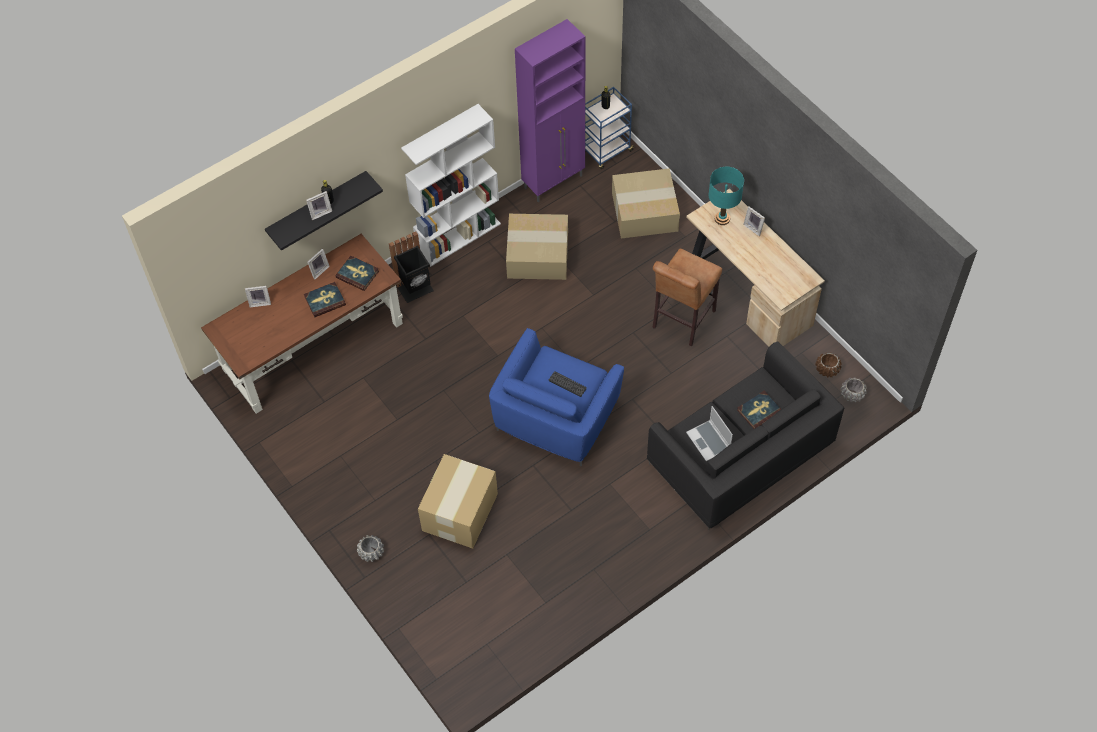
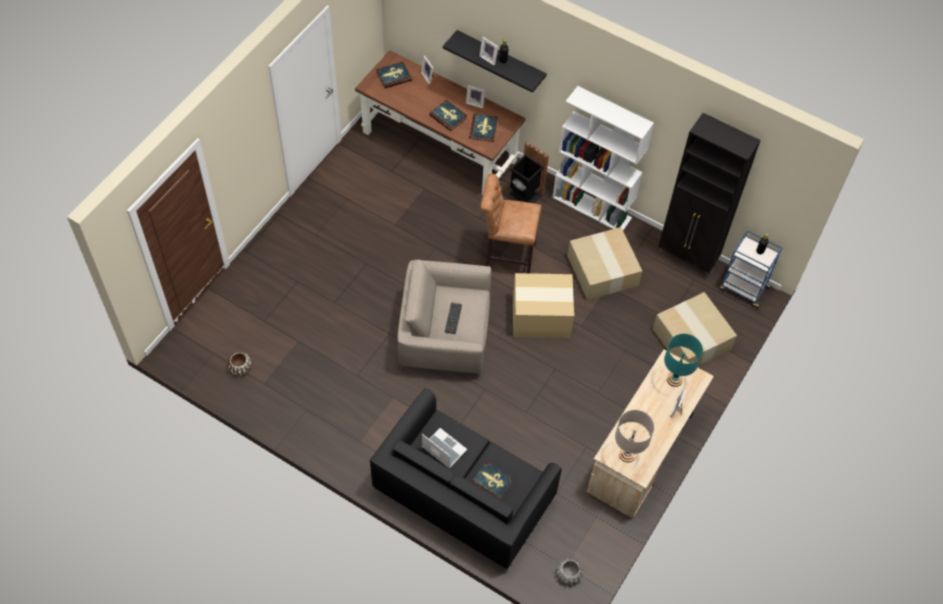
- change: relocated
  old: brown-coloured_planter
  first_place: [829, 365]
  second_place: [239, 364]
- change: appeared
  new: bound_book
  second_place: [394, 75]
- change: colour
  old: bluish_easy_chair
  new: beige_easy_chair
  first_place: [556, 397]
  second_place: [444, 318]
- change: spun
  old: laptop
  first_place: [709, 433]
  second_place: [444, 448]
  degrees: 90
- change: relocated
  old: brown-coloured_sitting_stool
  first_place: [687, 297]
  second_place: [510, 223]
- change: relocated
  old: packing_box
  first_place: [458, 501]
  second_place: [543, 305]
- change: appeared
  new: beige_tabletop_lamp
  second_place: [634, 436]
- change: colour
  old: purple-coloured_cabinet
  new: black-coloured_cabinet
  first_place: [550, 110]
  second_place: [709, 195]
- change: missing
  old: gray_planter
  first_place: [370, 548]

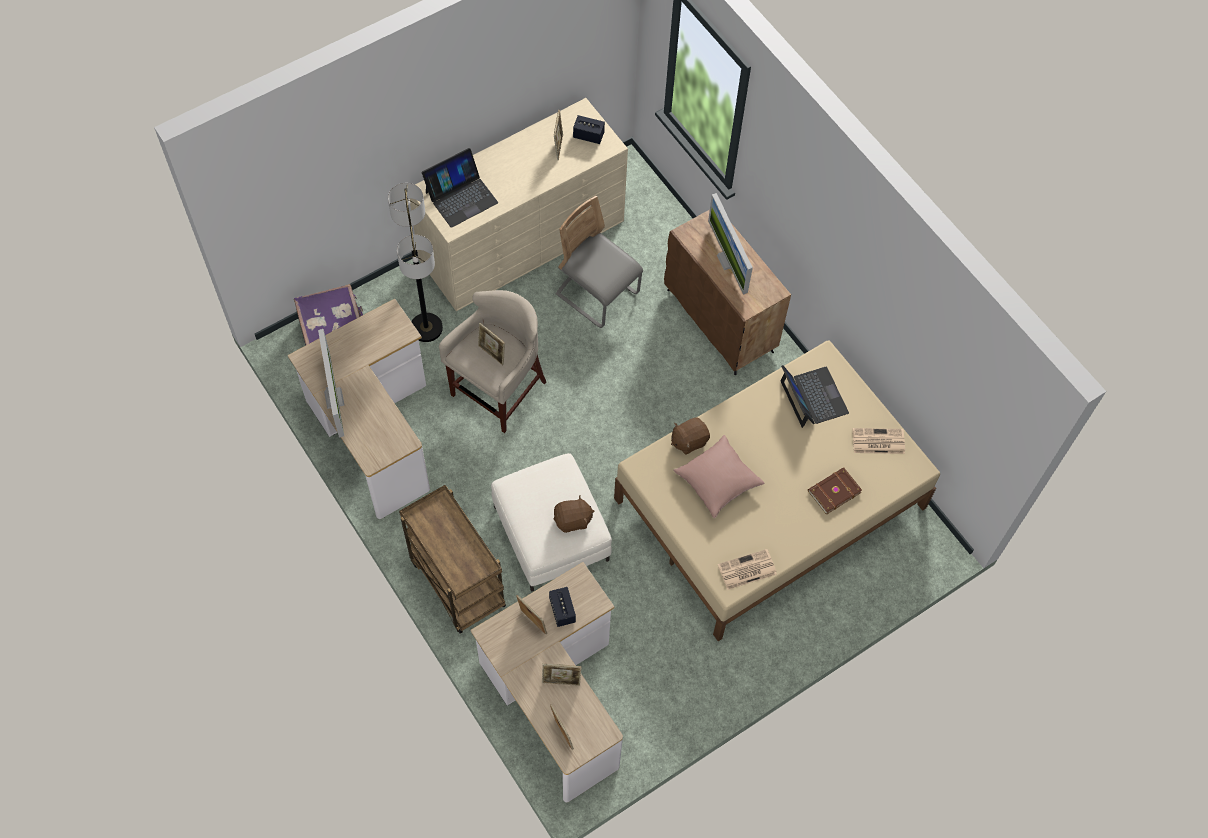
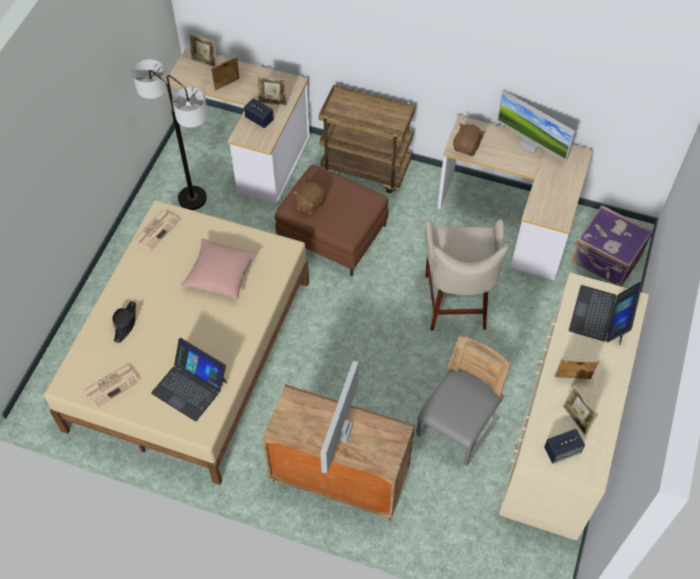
- change: exchanged
  old: brown-coloured_bound_book
  new: black-coloured_hat
  first_place: [835, 491]
  second_place: [124, 322]
- change: relocated
  old: floor_lamp
  first_place: [415, 262]
  second_place: [170, 134]
- change: colour
  old: whitish_ottoman
  new: brown-coloured_ottoman
  first_place: [551, 522]
  second_place: [332, 220]
- change: spun
  old: computer_display
  first_place: [730, 244]
  second_place: [339, 417]
  degrees: -105
- change: spun
  old: gray_plain_chair
  first_place: [599, 262]
  second_place: [463, 400]
  degrees: -60
- change: relocated
  old: brown-coloured_plush_toy
  first_place: [690, 436]
  second_place: [469, 139]
- change: relocated
  old: picture_frame
  first_place: [491, 344]
  second_place: [577, 369]

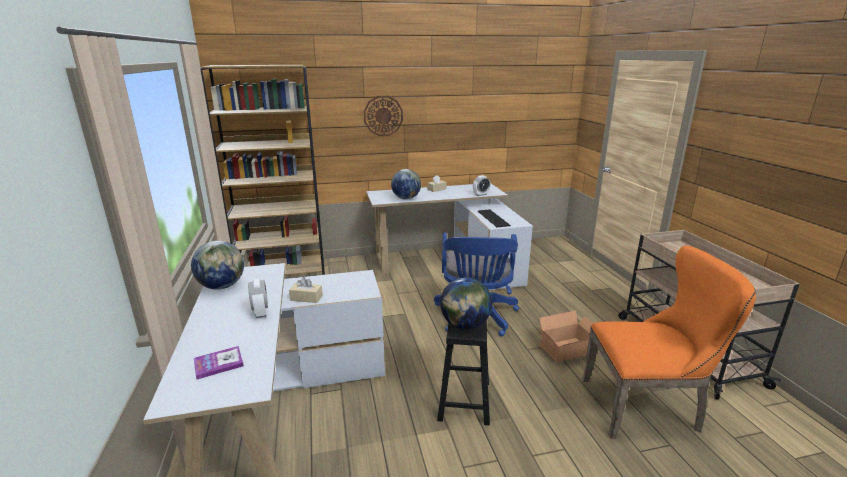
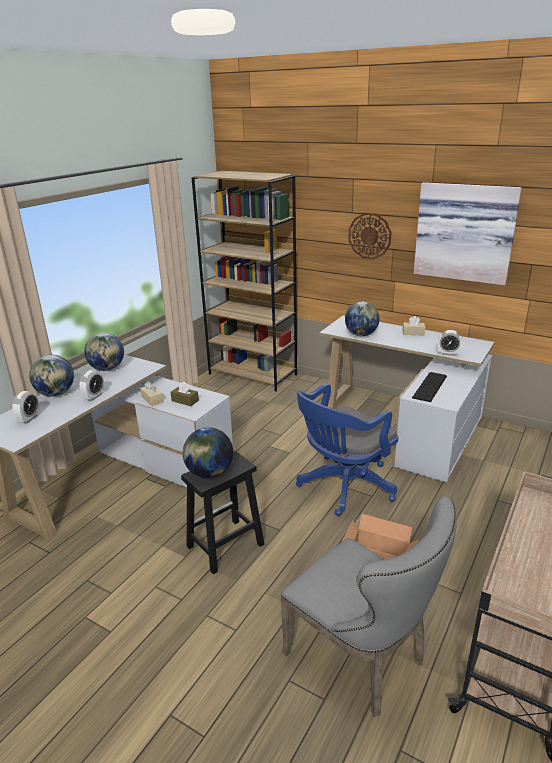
- change: exchanged
  old: bound_book
  new: table_clock
  first_place: [219, 362]
  second_place: [26, 407]
- change: appeared
  new: globe
  second_place: [51, 376]
- change: appeared
  new: brown-coloured_tissue_box
  second_place: [185, 394]
- change: colour
  old: orange-coloured_plain_chair
  new: gray_plain_chair
  first_place: [669, 342]
  second_place: [369, 606]
- change: appeared
  new: wall_art
  second_place: [468, 233]

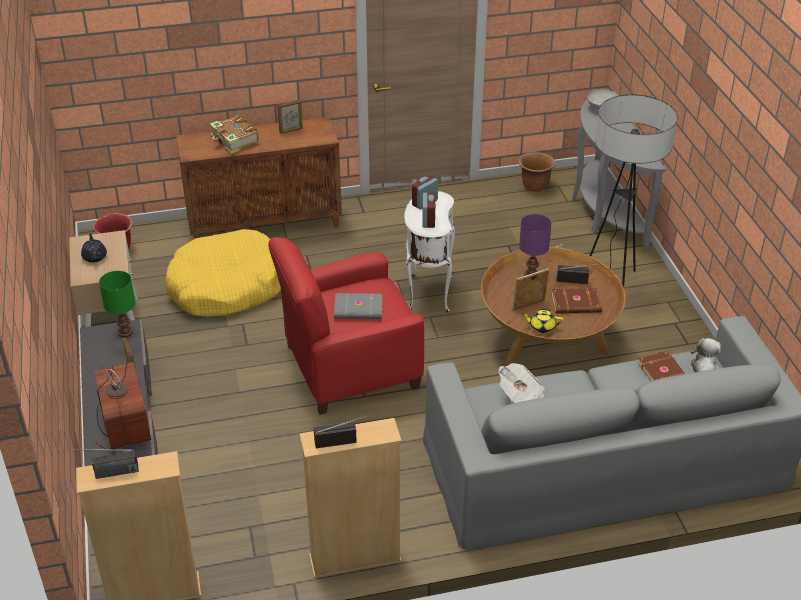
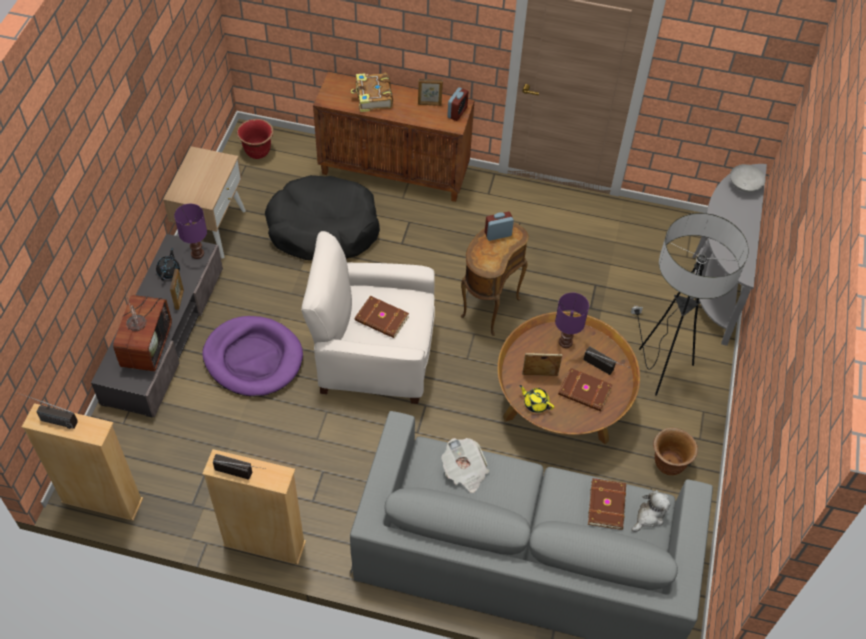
- change: relocated
  old: black-coloured_tea_pot
  first_place: [94, 248]
  second_place: [168, 264]
- change: colour
  old: green_tabletop_lamp
  new: purple-coloured_tabletop_lamp
  first_place: [117, 304]
  second_place: [190, 231]
- change: appeared
  new: purple-coloured_pet_bed
  second_place: [252, 356]
- change: colour
  old: yellow-coloured_pet_bed
  new: black-coloured_pet_bed
  first_place: [223, 273]
  second_place: [322, 217]
- change: colour
  old: red-coloured_easy_chair
  new: whitish_easy_chair
  first_place: [346, 326]
  second_place: [368, 317]
- change: colour
  old: gray_bound_book
  new: brown-coloured_bound_book
  first_place: [358, 306]
  second_place: [382, 317]
- change: relocated
  old: table_clock
  first_place: [428, 210]
  second_place: [458, 104]
- change: colour
  old: whitish_end_table
  new: brown-coloured_end_table
  first_place: [429, 251]
  second_place: [495, 279]
- change: relocated
  old: brown-coloured_planter
  first_place: [537, 172]
  second_place: [675, 451]

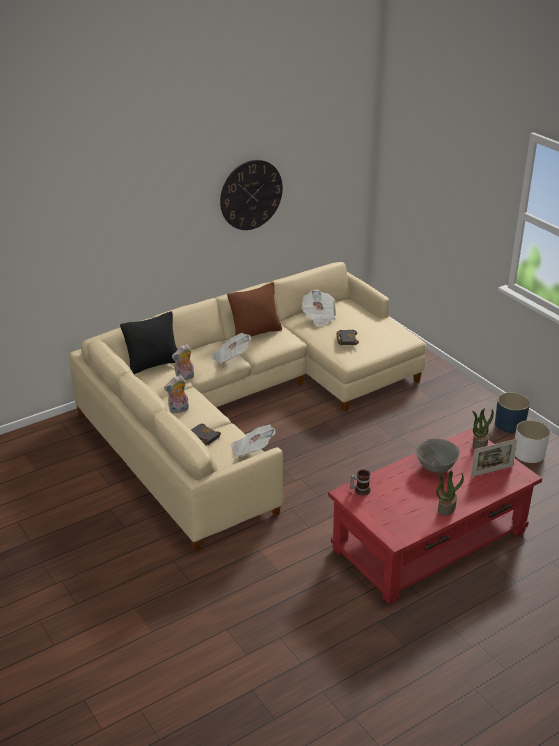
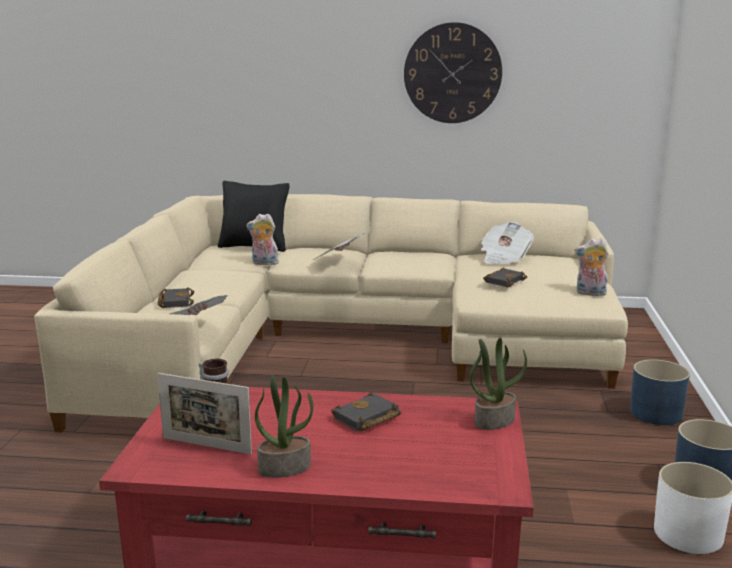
- change: relocated
  old: picture_frame
  first_place: [494, 458]
  second_place: [204, 413]
- change: exchanged
  old: gray_serving_bowl
  new: black-coloured_bound_book
  first_place: [437, 456]
  second_place: [366, 412]
- change: relocated
  old: plush_toy
  first_place: [176, 394]
  second_place: [591, 267]
- change: appeared
  new: bluish_planter
  second_place: [660, 392]
- change: missing
  old: brown-coloured_pillow
  first_place: [254, 309]

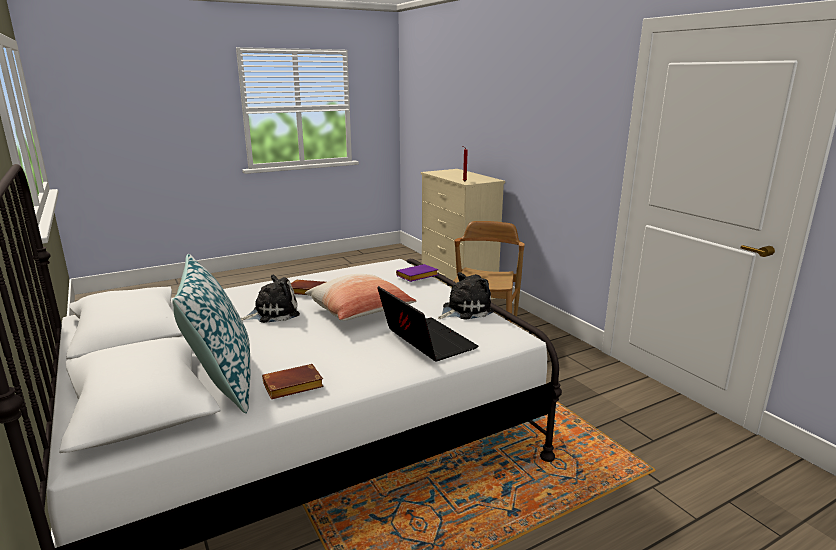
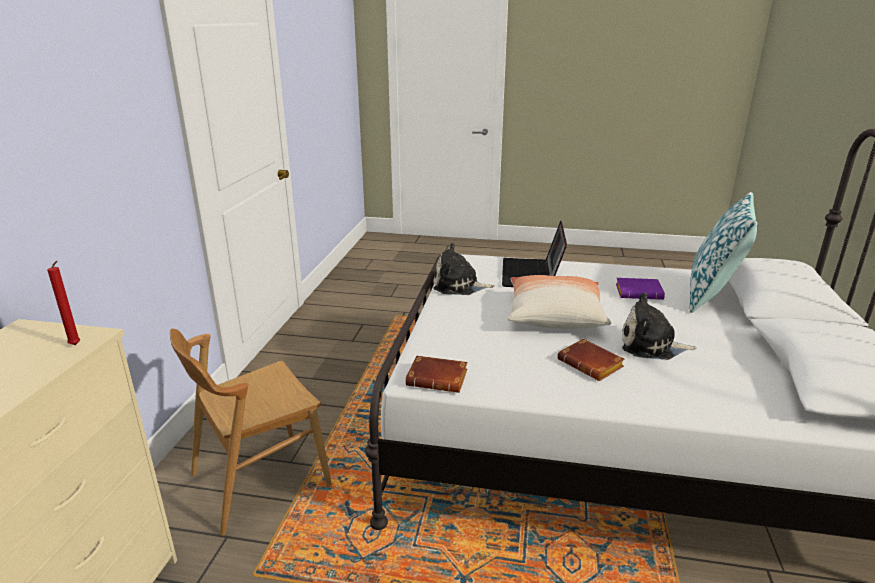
- change: relocated
  old: brown-coloured_bound_book
  first_place: [293, 381]
  second_place: [436, 374]
- change: relocated
  old: purple-coloured_bound_book
  first_place: [417, 273]
  second_place: [640, 289]

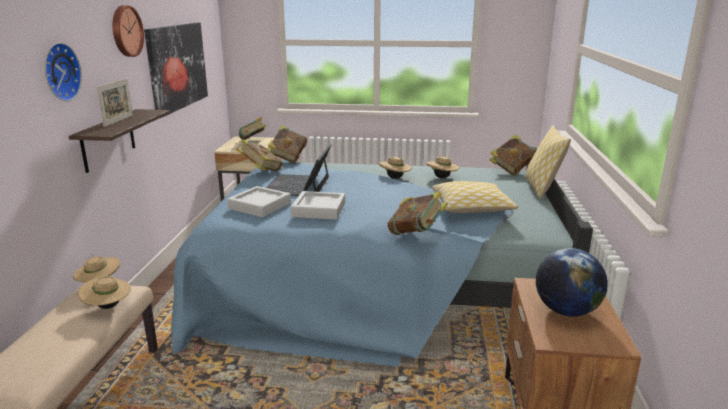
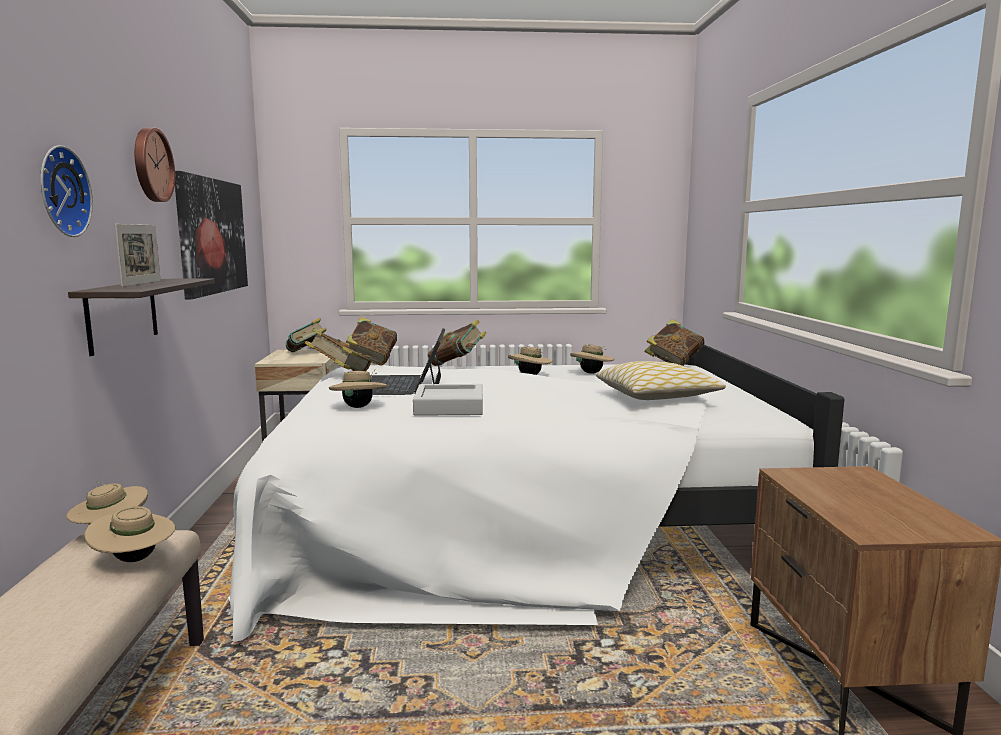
- change: colour
  old: bluish_bed
  new: whitish_bed
  first_place: [382, 257]
  second_place: [536, 493]
- change: exchanged
  old: gray_serving_tray
  new: beige_hat
  first_place: [259, 201]
  second_place: [358, 388]
- change: relocated
  old: bound_book
  first_place: [417, 213]
  second_place: [457, 343]
- change: missing
  old: pillow
  first_place: [548, 162]
- change: missing
  old: globe
  first_place: [572, 282]

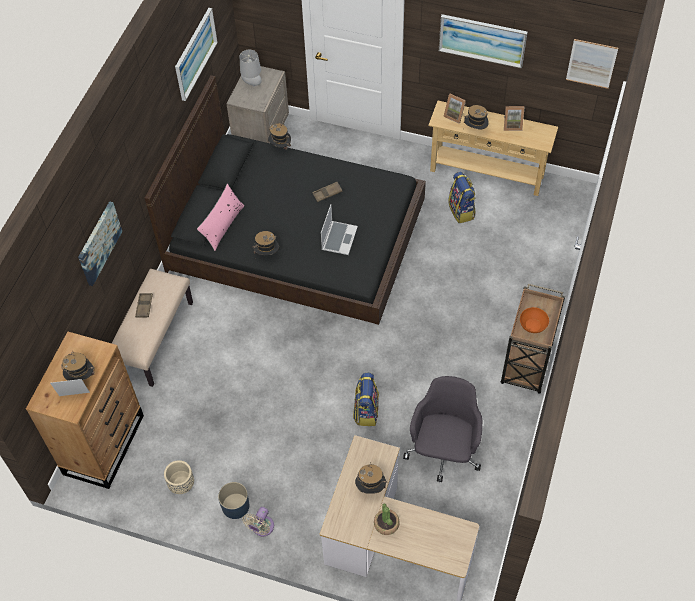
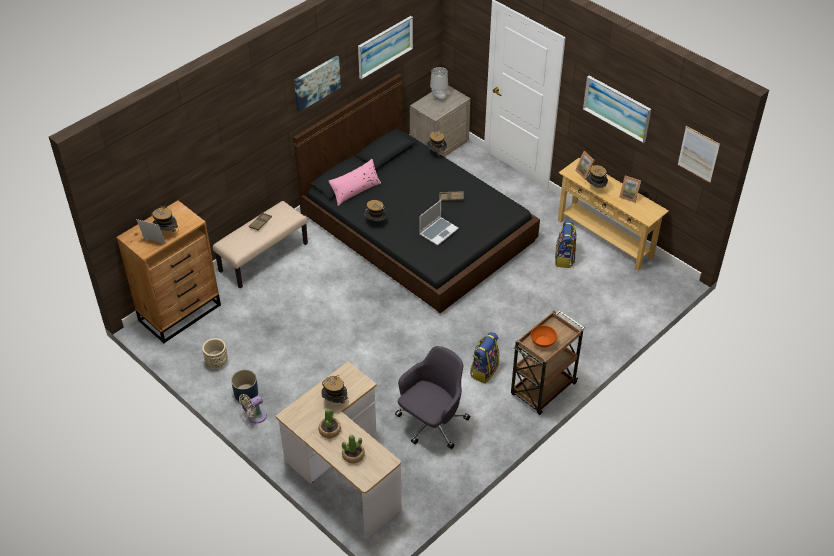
- change: relocated
  old: wall_art
  first_place: [100, 243]
  second_place: [317, 84]
- change: appeared
  new: potted_plant
  second_place: [353, 449]
- change: relocated
  old: knapsack
  first_place: [366, 399]
  second_place: [484, 357]

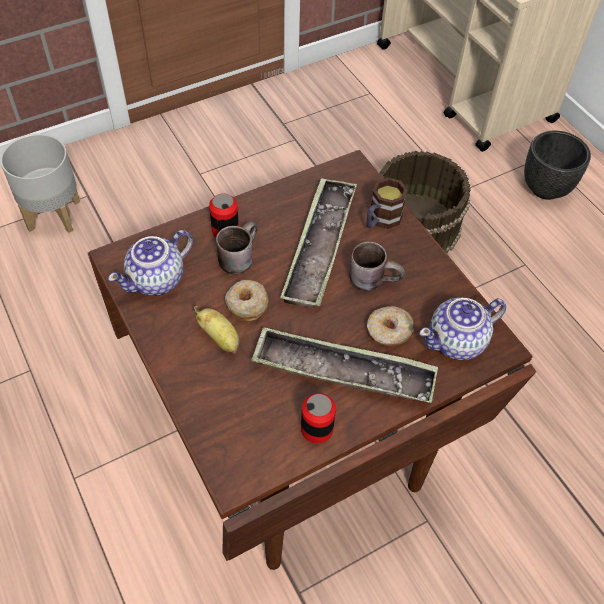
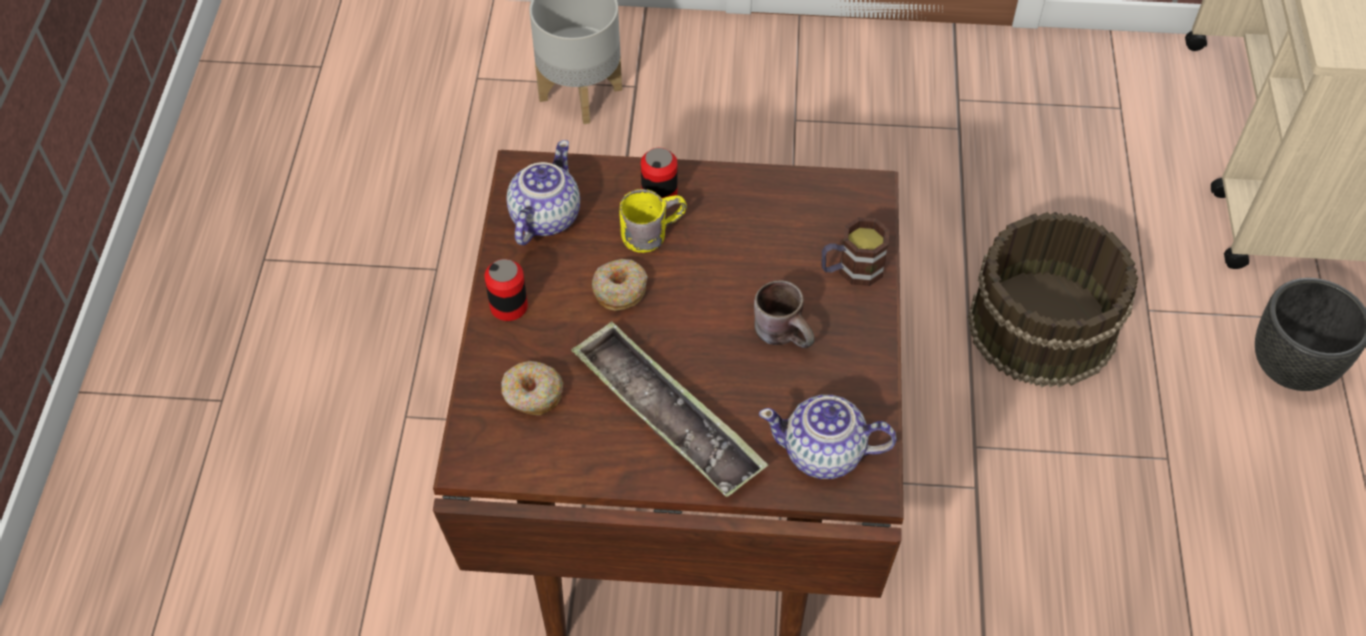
- change: relocated
  old: can
  first_place: [318, 418]
  second_place: [506, 290]
- change: relocated
  old: ring_doughnut
  first_place: [390, 326]
  second_place: [532, 388]
- change: spun
  old: tea_pot
  first_place: [150, 263]
  second_place: [543, 192]
  degrees: 120
- change: colour
  old: brown-coloured_tea_mug
  new: yellow-coloured_tea_mug
  first_place: [236, 247]
  second_place: [653, 221]
- change: missing
  old: whole_banana
  first_place: [216, 330]
- change: missing
  old: serving_tray
  first_place: [318, 243]

